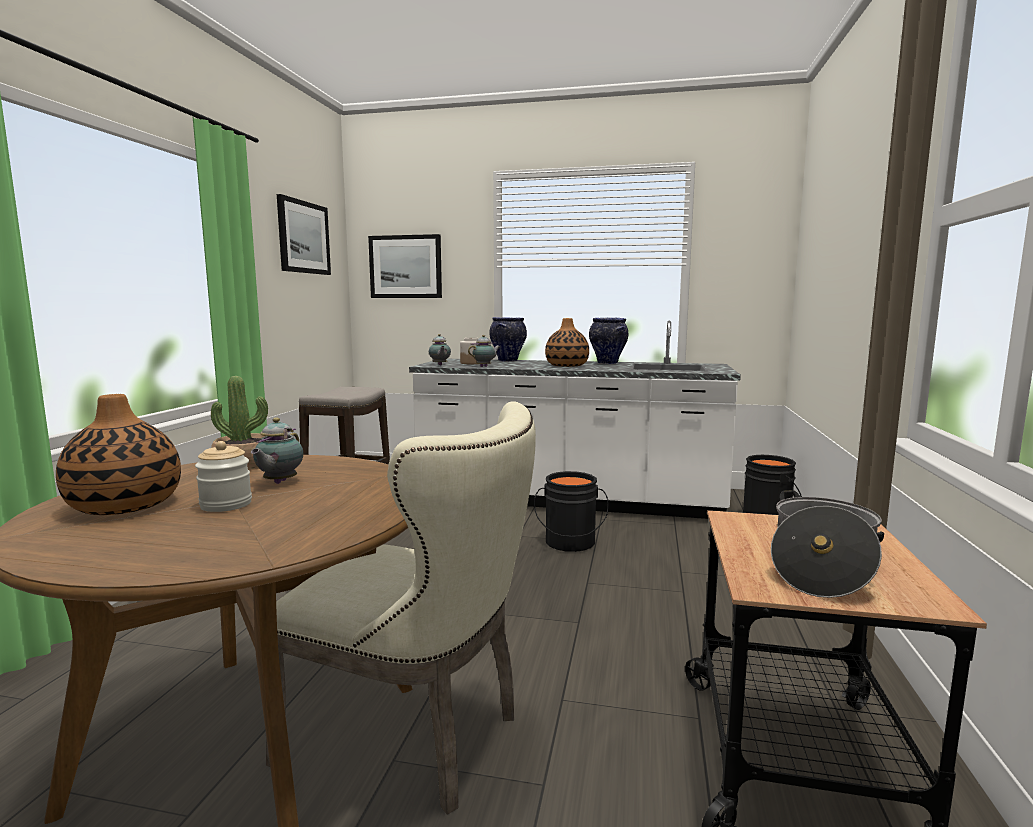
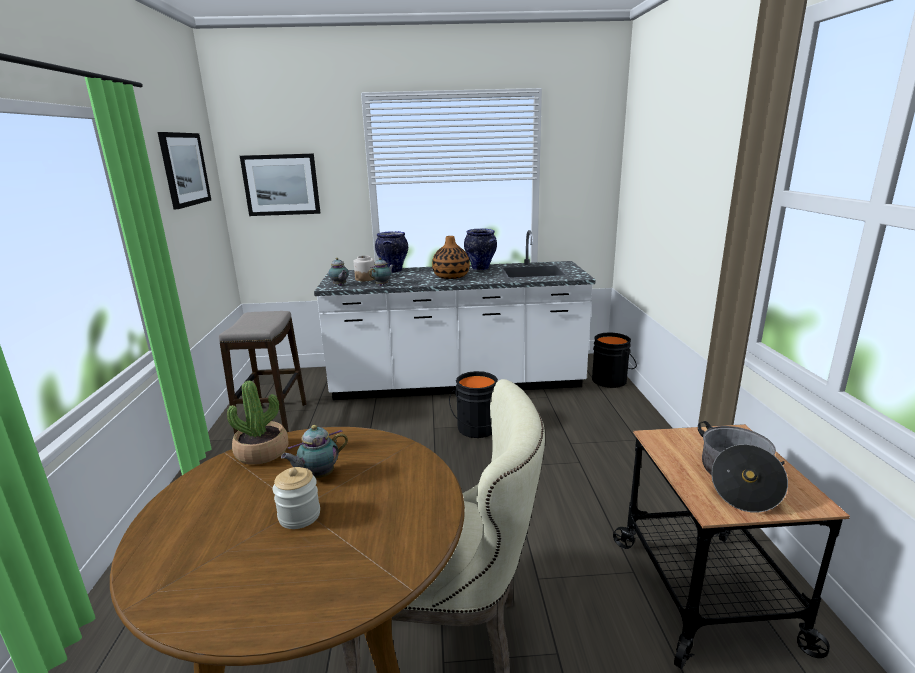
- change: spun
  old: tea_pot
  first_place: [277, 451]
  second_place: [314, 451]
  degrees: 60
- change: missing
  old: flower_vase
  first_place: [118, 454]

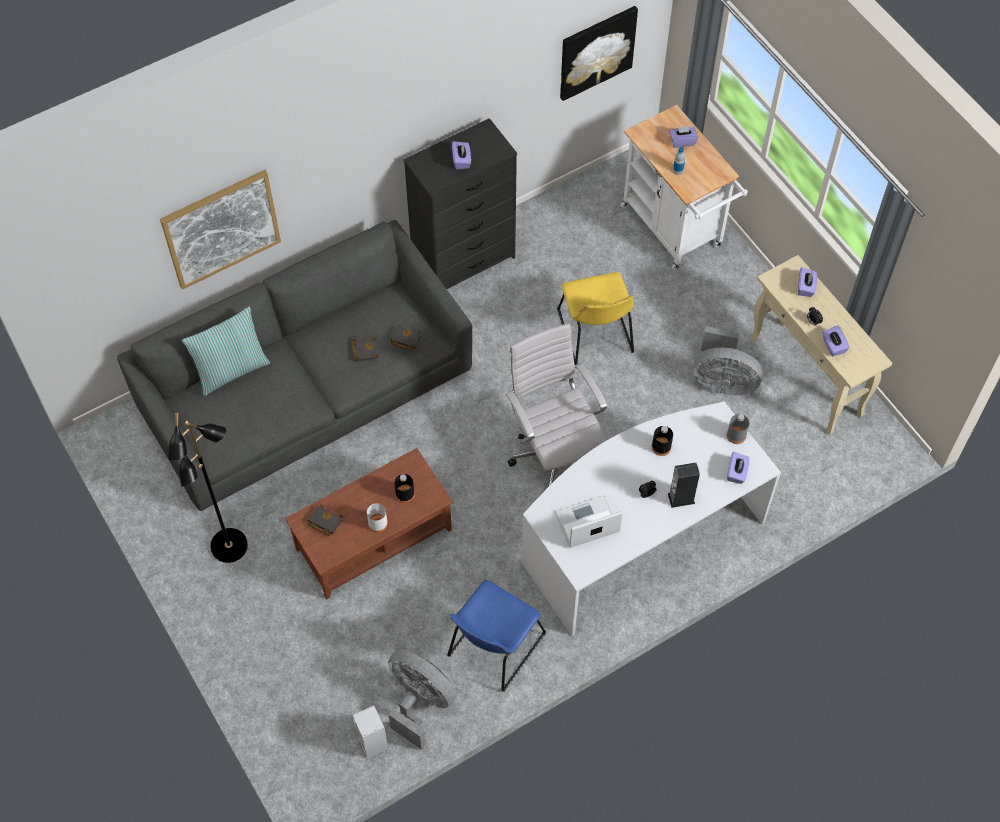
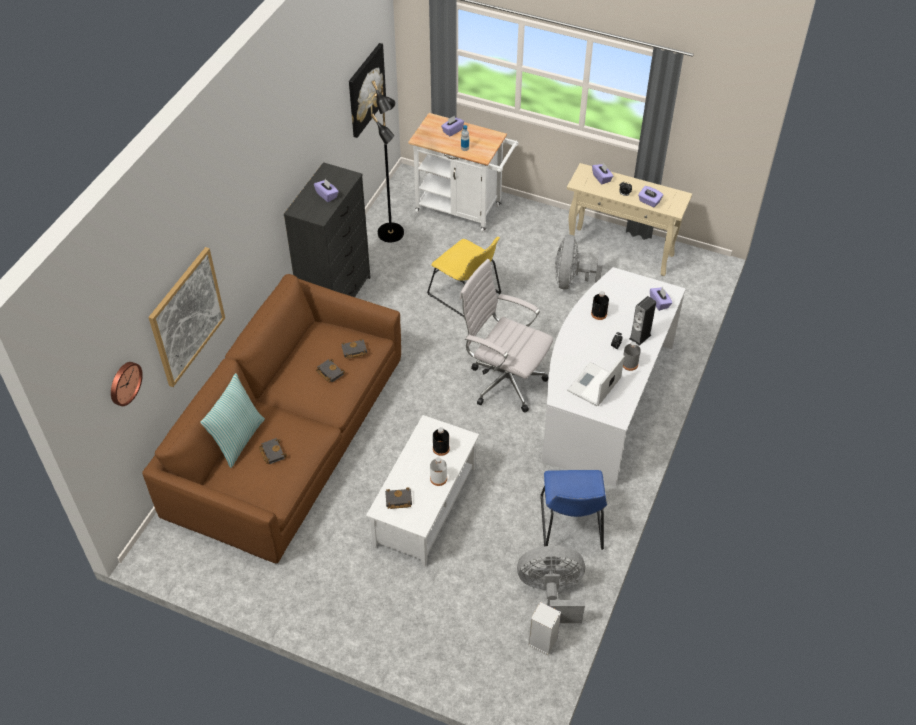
- change: appeared
  new: clock_on_the_wall
  second_place: [127, 384]
- change: colour
  old: gray_settee
  new: brown-coloured_settee
  first_place: [294, 365]
  second_place: [271, 418]
- change: appeared
  new: black-coloured_bound_book
  second_place: [273, 451]
- change: colour
  old: brown-coloured_coffee_table
  new: whitish_coffee_table
  first_place: [369, 523]
  second_place: [422, 491]
- change: relocated
  old: black-coloured_floor_lamp
  first_place: [208, 487]
  second_place: [387, 162]
- change: spun
  old: gray_fan
  first_place: [728, 360]
  second_place: [580, 262]
  degrees: 120
- change: relocated
  old: gray_drink_bottle
  first_place: [738, 429]
  second_place: [632, 356]

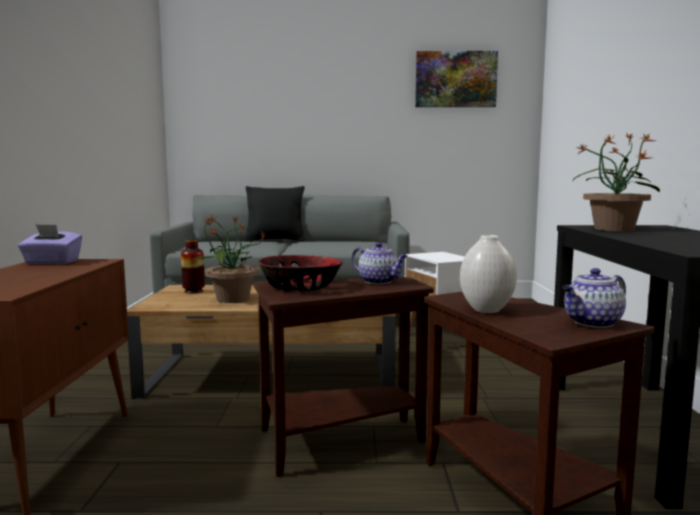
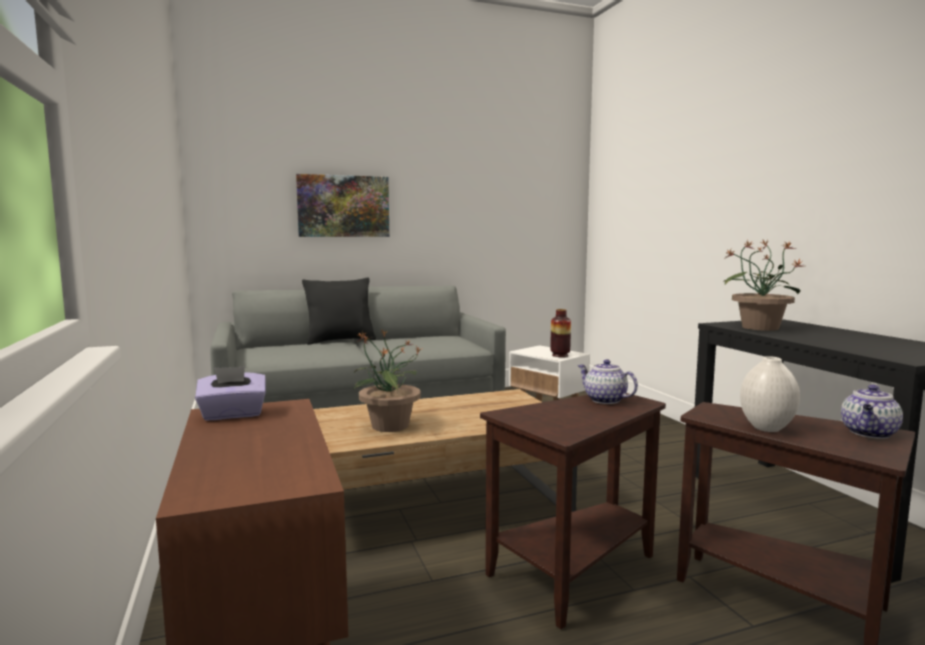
- change: relocated
  old: wall_art
  first_place: [456, 79]
  second_place: [342, 205]
- change: relocated
  old: flower_vase
  first_place: [193, 266]
  second_place: [560, 333]
- change: spun
  old: tea_pot
  first_place: [379, 263]
  second_place: [608, 381]
  degrees: -150
- change: missing
  old: serving_bowl
  first_place: [300, 273]

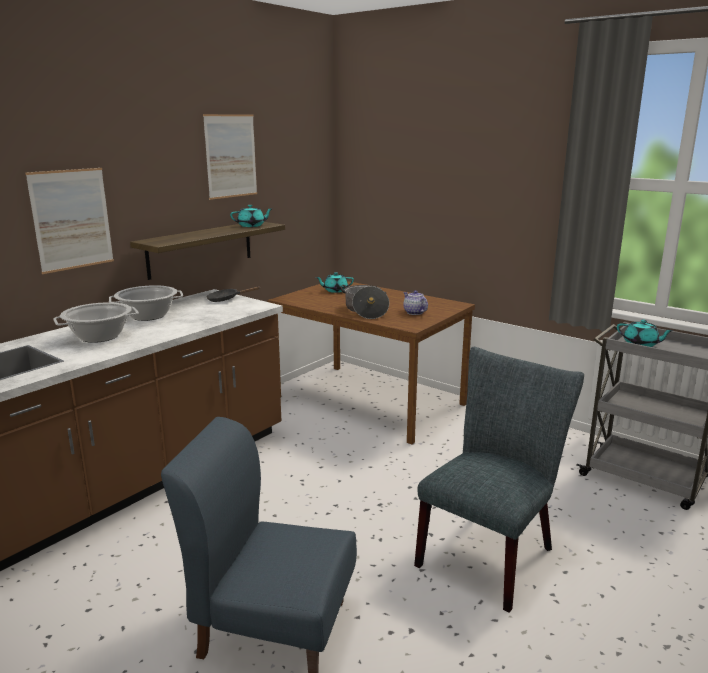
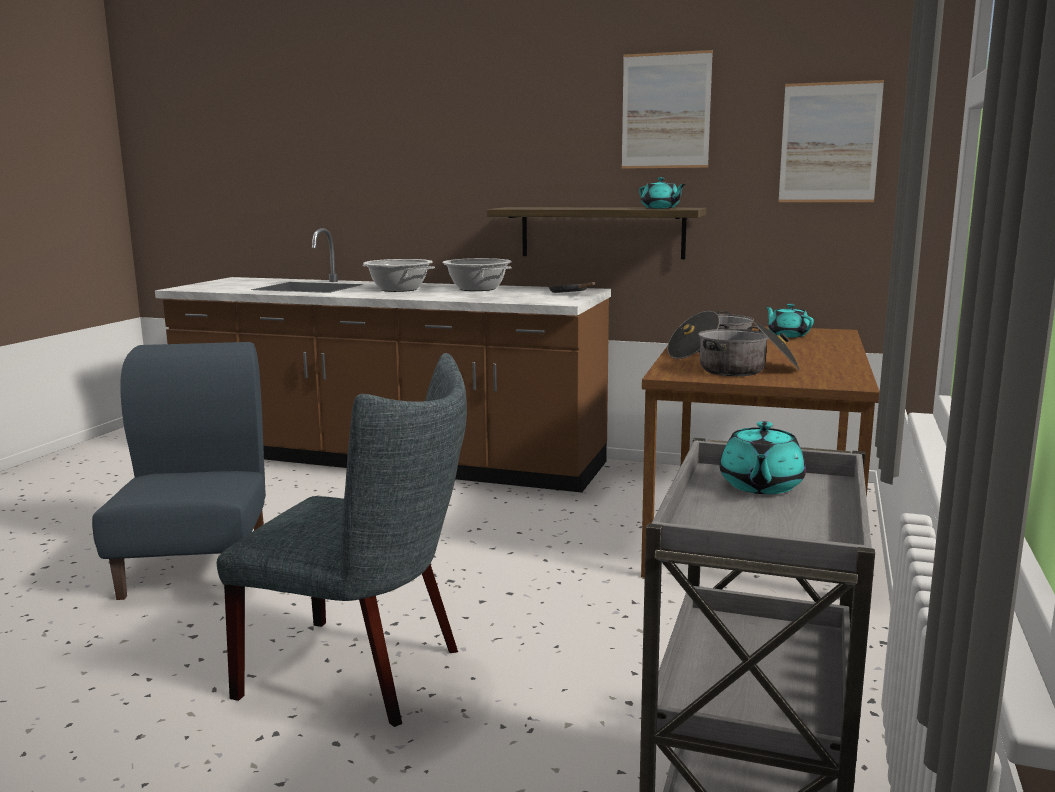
- change: exchanged
  old: tea_pot
  new: stockpot
  first_place: [415, 302]
  second_place: [748, 348]
- change: relocated
  old: wall_art
  first_place: [69, 221]
  second_place: [831, 141]

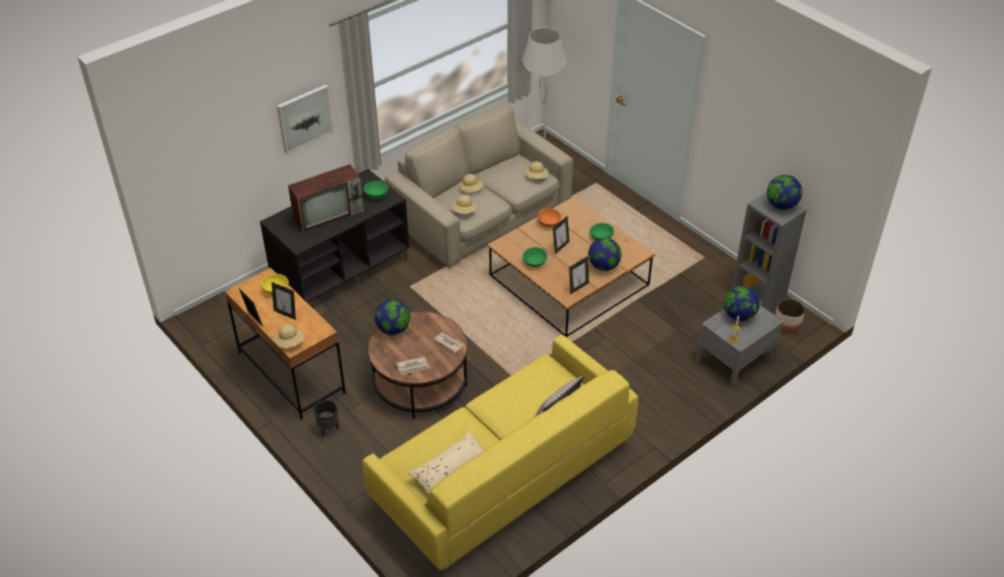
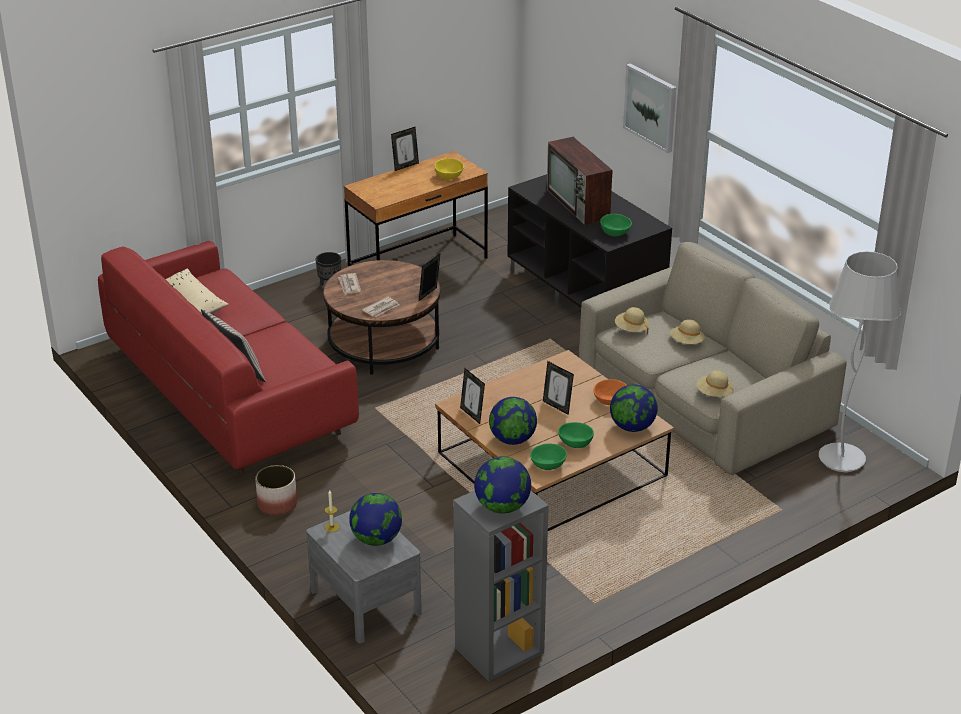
- change: colour
  old: yellow-coloured_settee
  new: red-coloured_settee
  first_place: [500, 452]
  second_place: [228, 357]
- change: relocated
  old: planter
  first_place: [790, 316]
  second_place: [276, 490]
- change: relocated
  old: picture_frame
  first_place: [284, 301]
  second_place: [430, 277]
- change: relocated
  old: green_serving_bowl
  first_place: [535, 257]
  second_place: [548, 457]
- change: relocated
  old: globe
  first_place: [392, 317]
  second_place: [634, 408]
- change: missing
  old: beige_hat
  first_place: [289, 336]

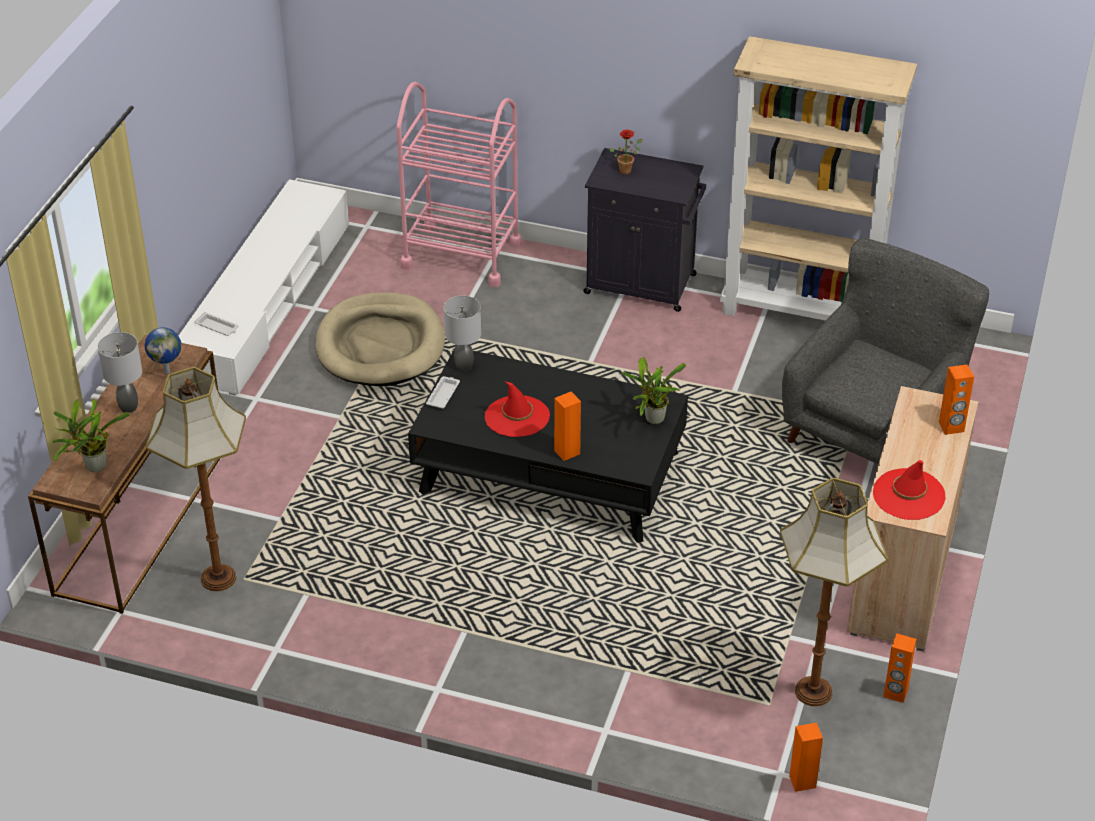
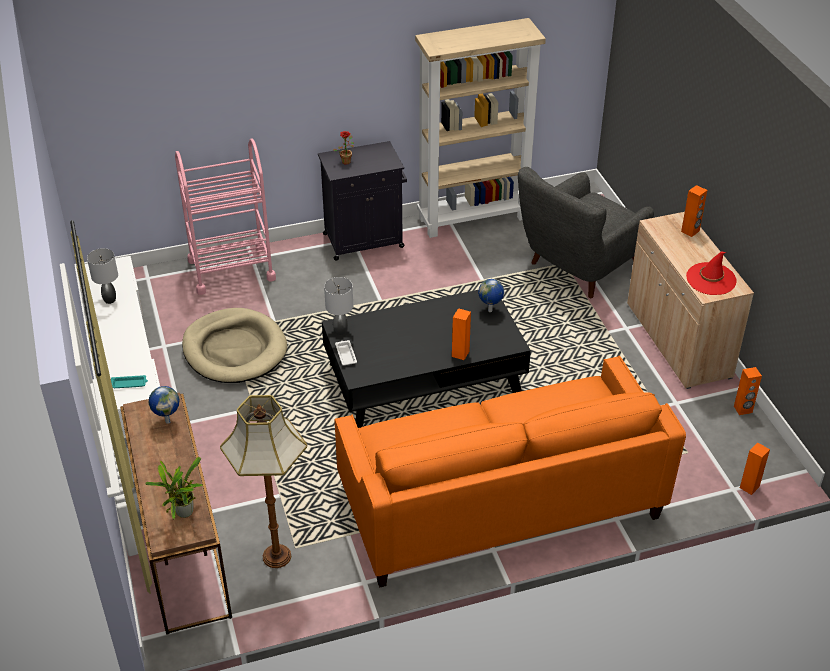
- change: relocated
  old: gray_tabletop_lamp
  first_place: [120, 372]
  second_place: [102, 276]
- change: colour
  old: whitish_serving_tray
  new: turquoise-coloured_serving_tray
  first_place: [216, 324]
  second_place: [129, 381]
- change: appeared
  new: orange-coloured_settee
  second_place: [510, 472]
- change: exchanged
  old: potted_plant
  new: globe
  first_place: [654, 390]
  second_place: [491, 295]
- change: spun
  old: gray_easy_chair
  first_place: [885, 351]
  second_place: [586, 232]
  degrees: -135
- change: missing
  old: red-coloured_hat
  first_place: [517, 409]
- change: missing
  old: floor_lamp
  first_place: [834, 592]

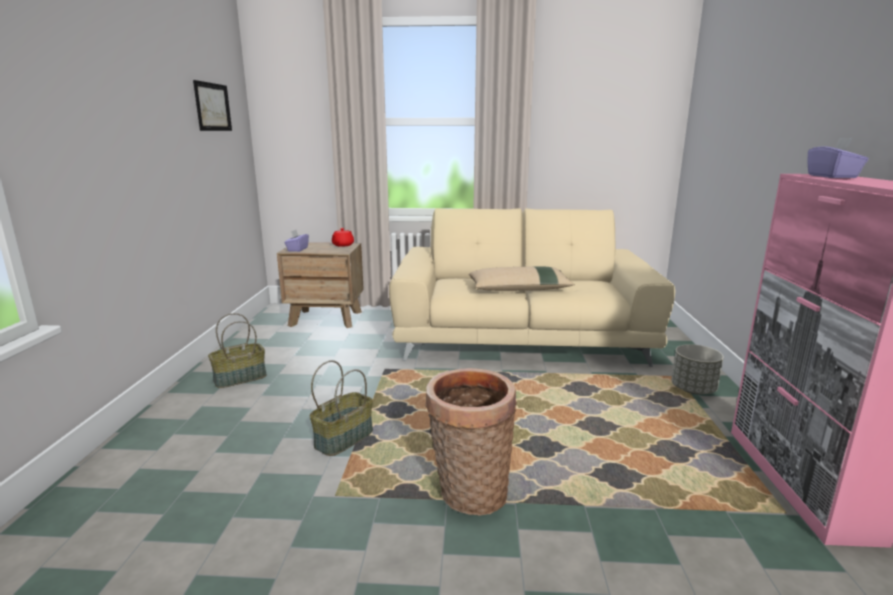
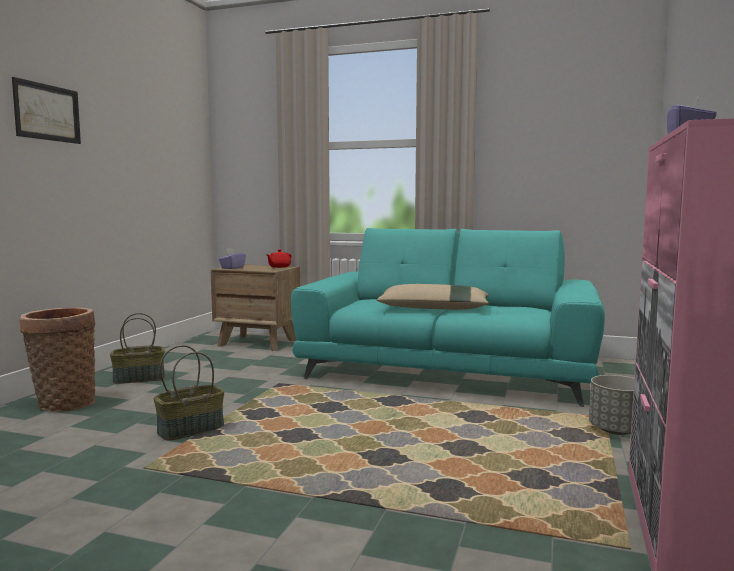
- change: relocated
  old: wall_art
  first_place: [212, 105]
  second_place: [46, 110]
- change: relocated
  old: household_basket
  first_place: [471, 442]
  second_place: [57, 360]
- change: colour
  old: beige_settee
  new: turquoise-coloured_settee
  first_place: [532, 287]
  second_place: [448, 317]

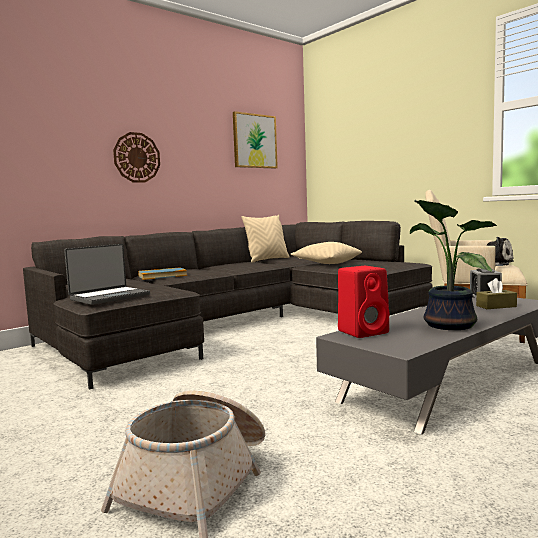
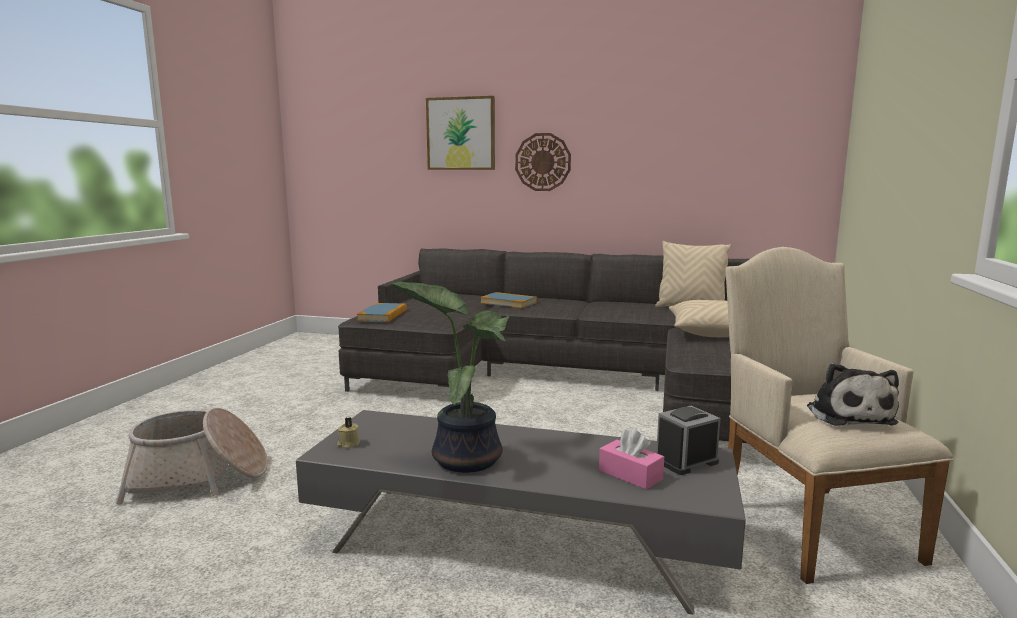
- change: appeared
  new: beige_candle
  second_place: [348, 432]
- change: exchanged
  old: laptop
  new: bound_book
  first_place: [107, 274]
  second_place: [382, 312]
- change: relocated
  old: wall_art
  first_place: [255, 140]
  second_place: [460, 133]
- change: colour
  old: brown-coloured_tissue_box
  new: pinkish_tissue_box
  first_place: [496, 293]
  second_place: [631, 459]
- change: missing
  old: red-coloured_audio_speaker
  first_place: [363, 302]

